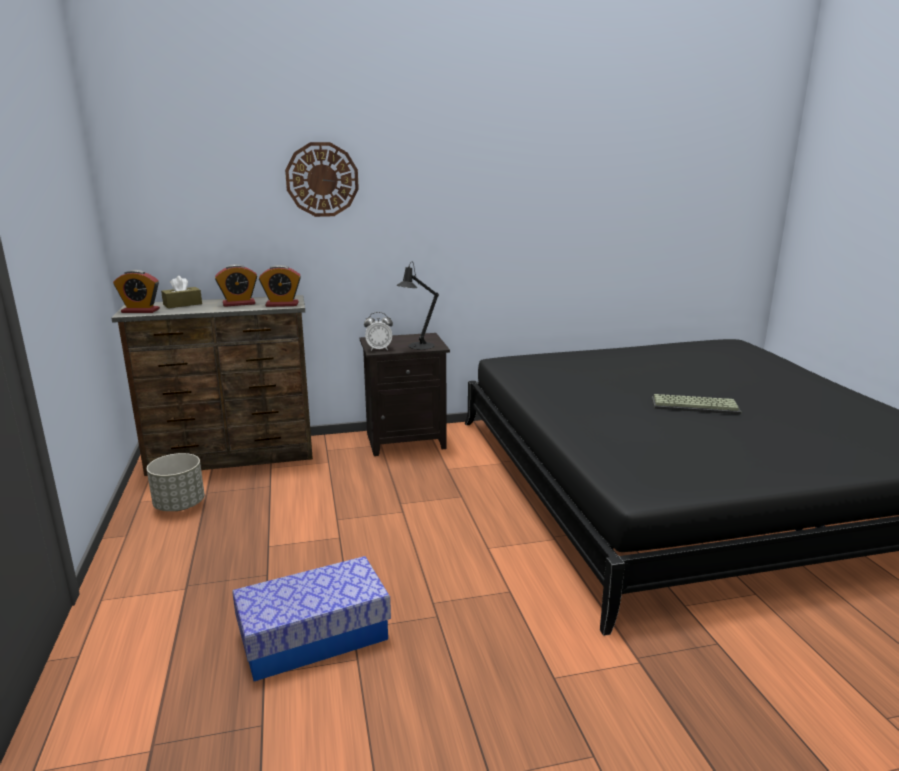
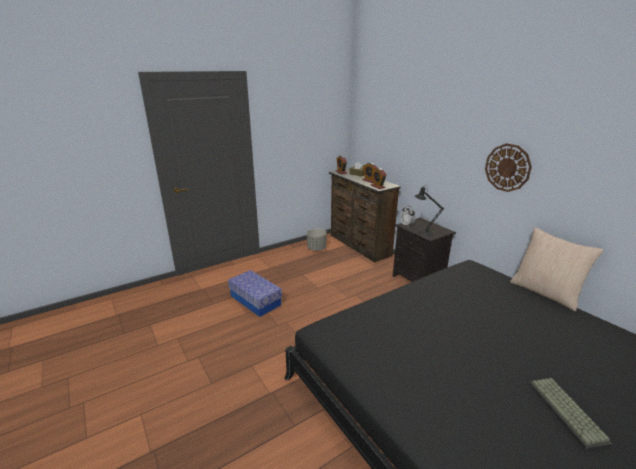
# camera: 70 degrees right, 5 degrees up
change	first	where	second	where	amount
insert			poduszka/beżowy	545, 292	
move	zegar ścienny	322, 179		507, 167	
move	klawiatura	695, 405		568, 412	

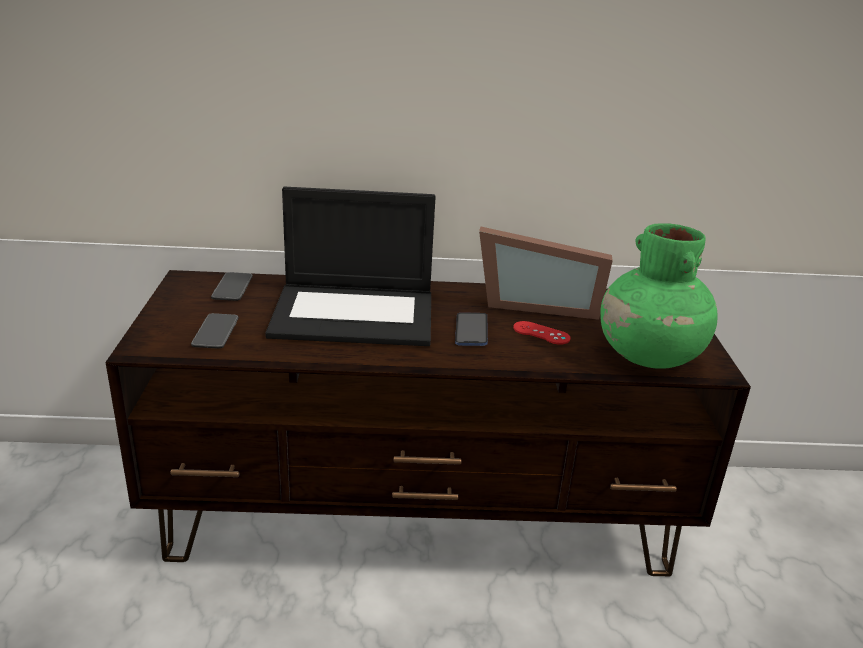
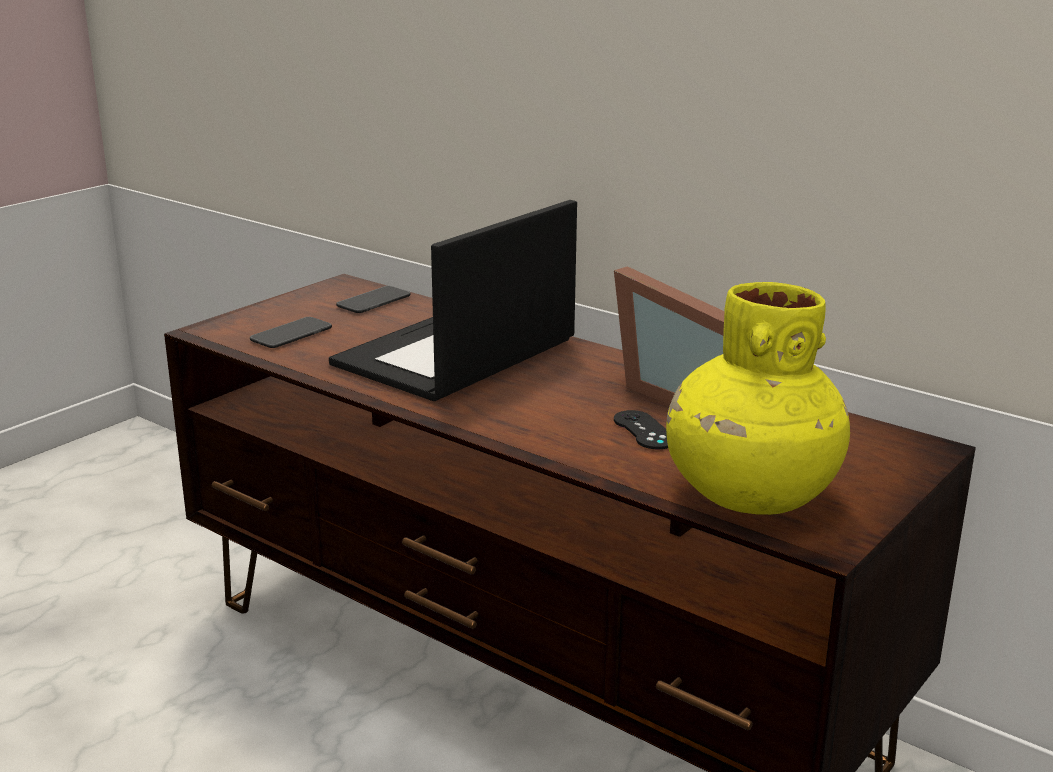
# camera: 40 degrees right, 5 degrees down
change	first	where	second	where	amount
delete	telefon	471, 331			
recolor	pad do gier/czerwony	541, 333	pad do gier/czarny	644, 430	
recolor	wazon/zielony	649, 356	wazon/żółty	749, 496	
rotate	laptop	355, 314		455, 354	90 degrees clockwise

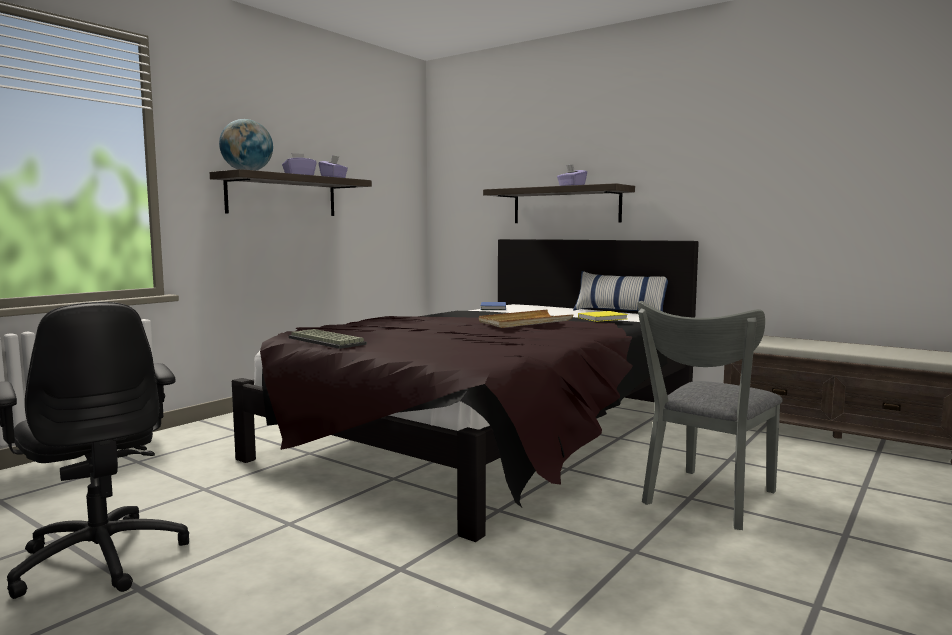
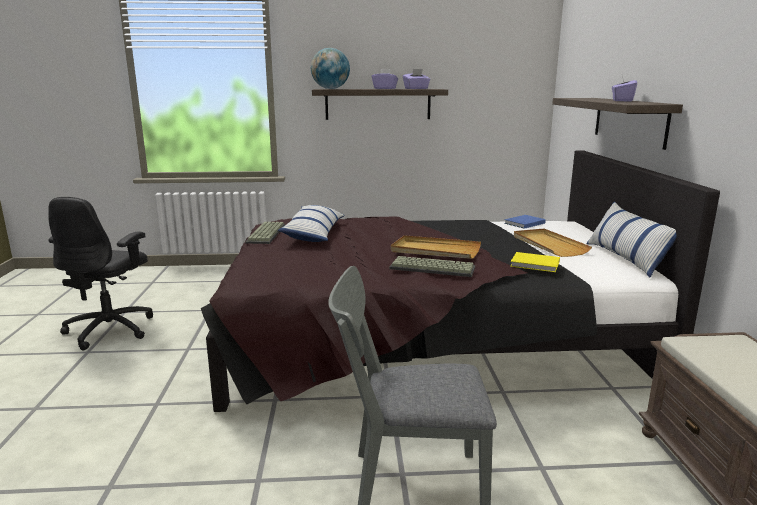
# camera: 50 degrees right, 10 degrees up
change	first	where	second	where	amount
insert			poduszka	314, 233	
insert			klawiatura	431, 268	
insert			taca/beżowy	548, 245	

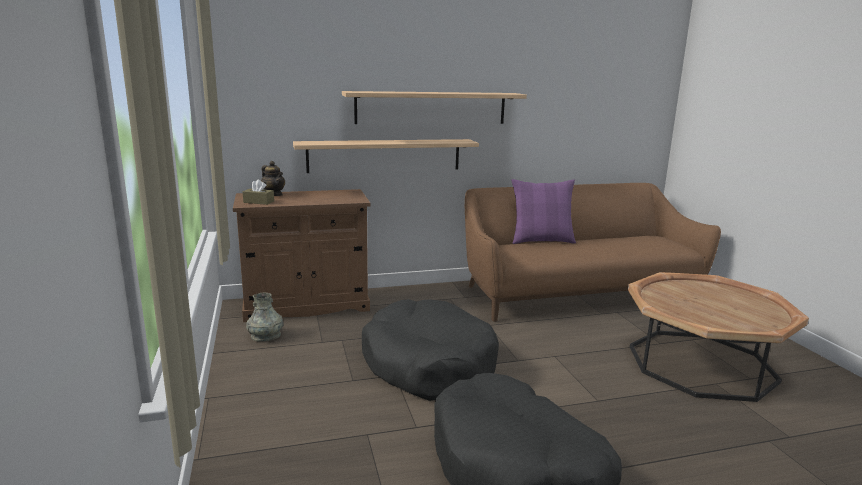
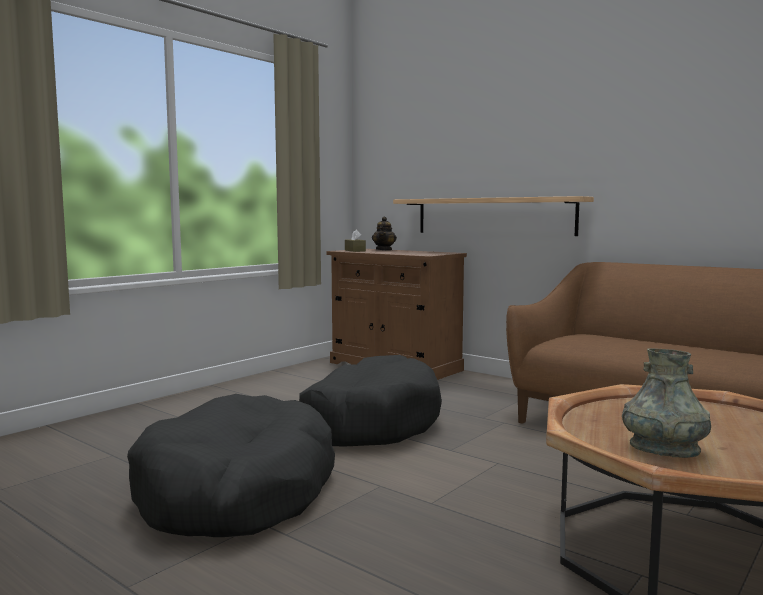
# camera: 55 degrees right, 10 degrees down
change	first	where	second	where	amount
delete	półka	431, 108			
delete	poduszka/fioletowy	541, 241			
move	wazon/szary	266, 336		664, 449	

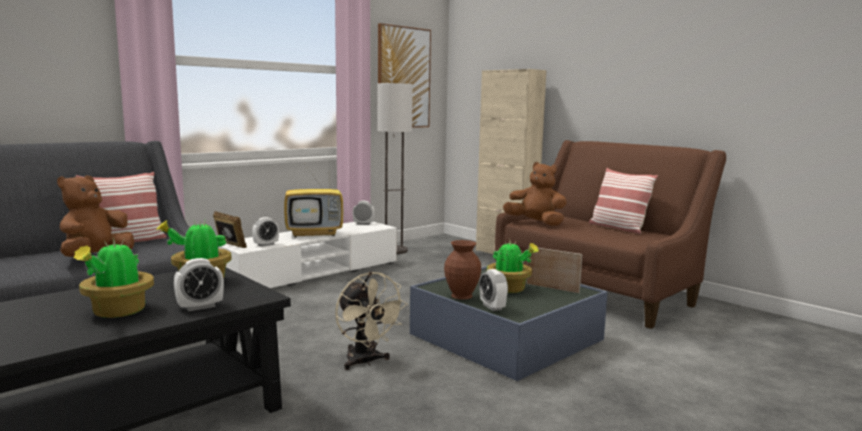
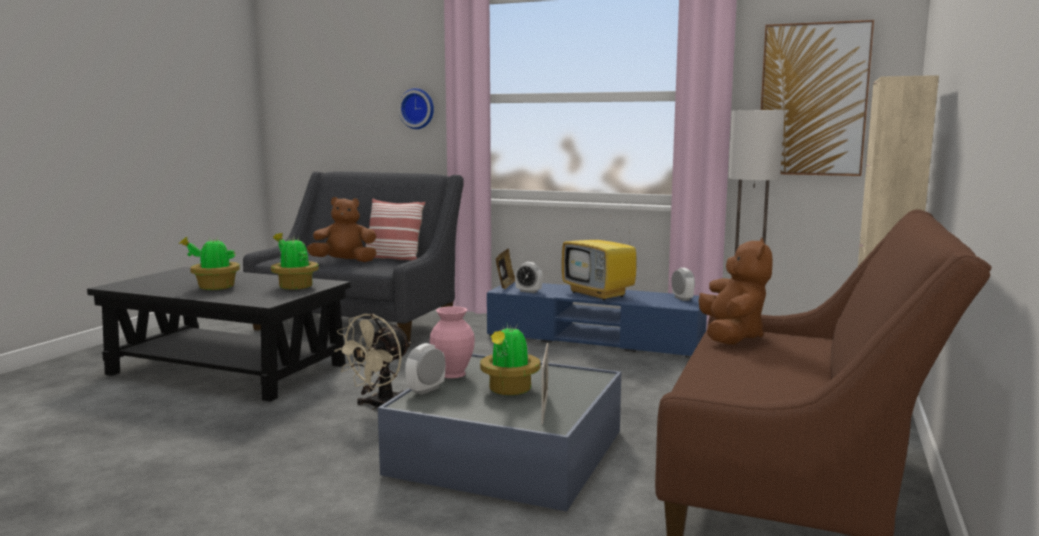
# camera: 65 degrees right, 0 degrees up
change	first	where	second	where	amount
delete	budzik	200, 307			
delete	poduszka	618, 228			
insert			zegar ścienny	417, 108	
recolor	szafka pod telewizor/biały	312, 272	szafka pod telewizor/niebieski	594, 339	
recolor	wazon/brązowy	462, 296	wazon/różowy	453, 374	

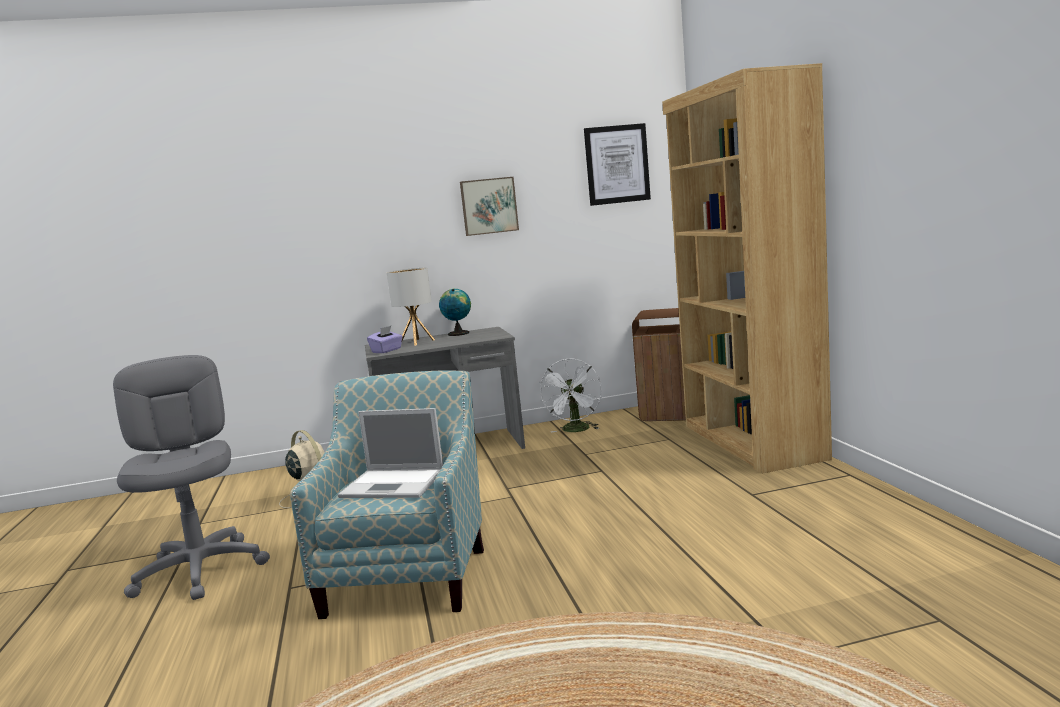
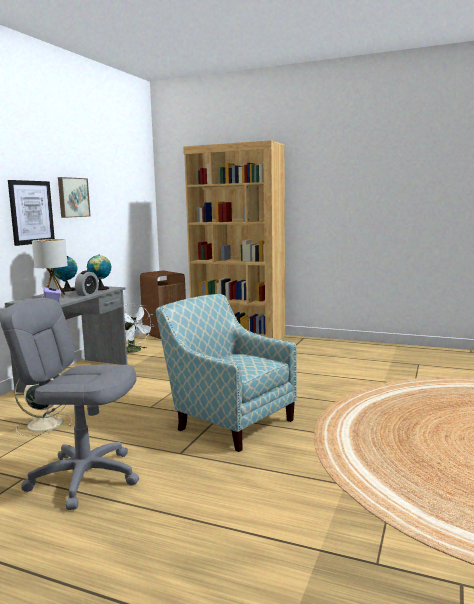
# camera: 55 degrees left, 0 degrees up
change	first	where	second	where	amount
delete	laptop	394, 484			
insert			budzik	87, 294	
insert			globus	100, 289	
move	obraz	617, 164		31, 212	

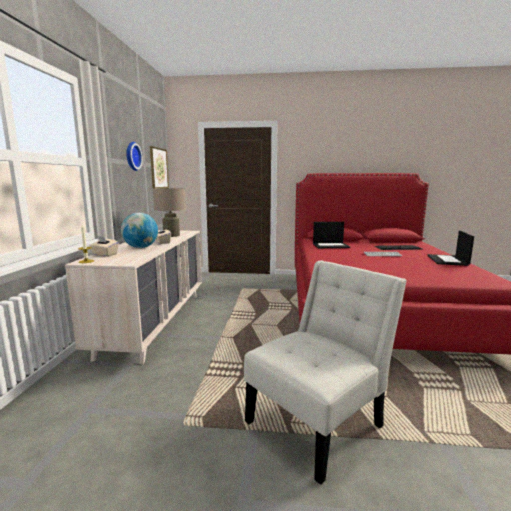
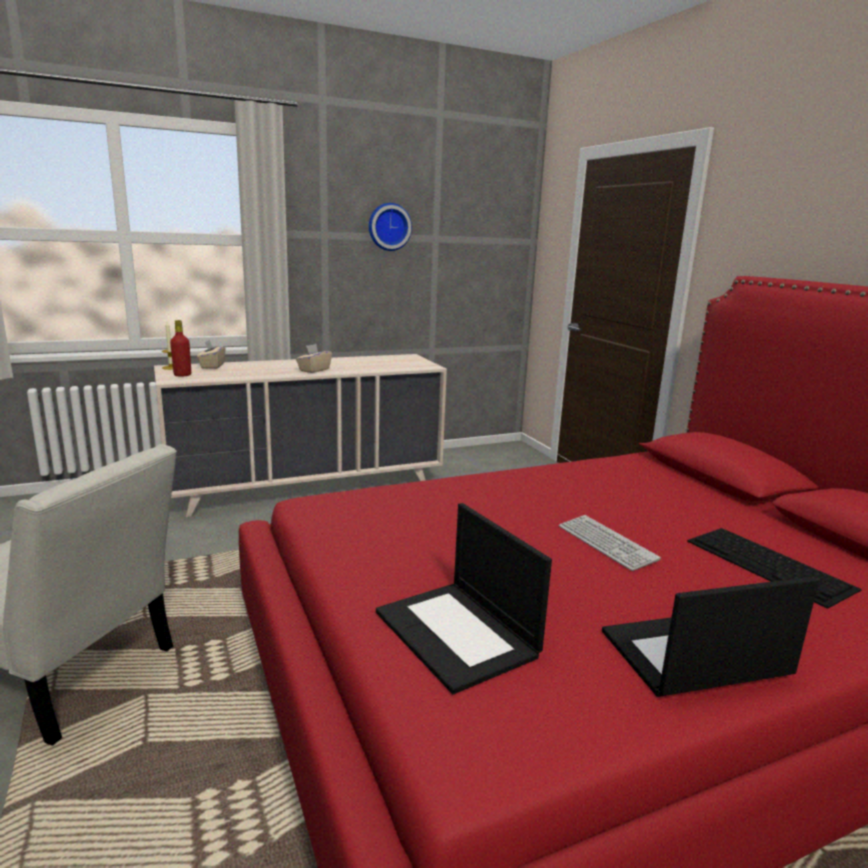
# camera: 60 degrees right, 5 degrees up
change	first	where	second	where	amount
delete	globus	141, 247			
delete	obraz	158, 168			
delete	lampa stołowa/beżowy	171, 235			
insert			butelka/czerwony	182, 375	
move	laptop	331, 245		458, 634	

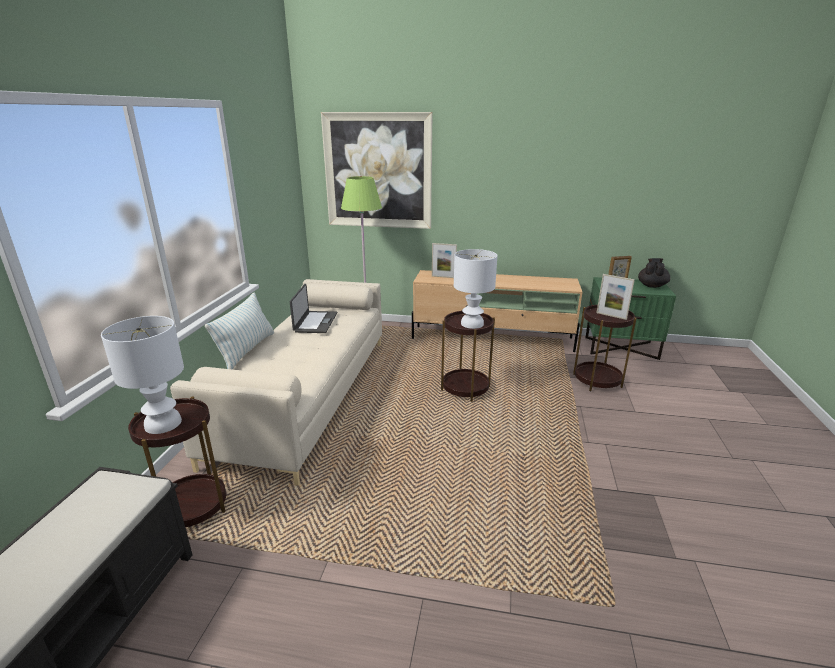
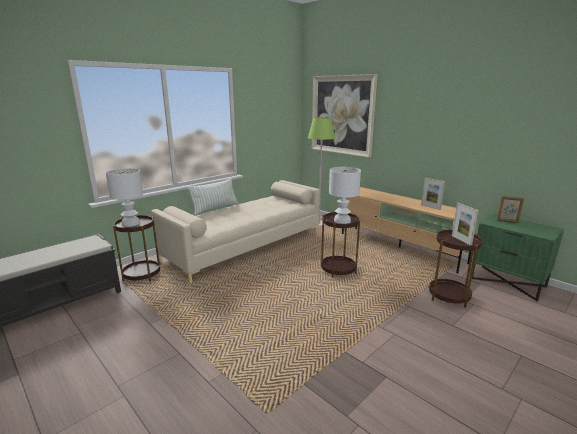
# camera: 35 degrees right, 5 degrees down
change	first	where	second	where	amount
delete	laptop	315, 322			
delete	imbryk/czarny	652, 286			
move	ramka na zdjęcie	443, 277		430, 207	

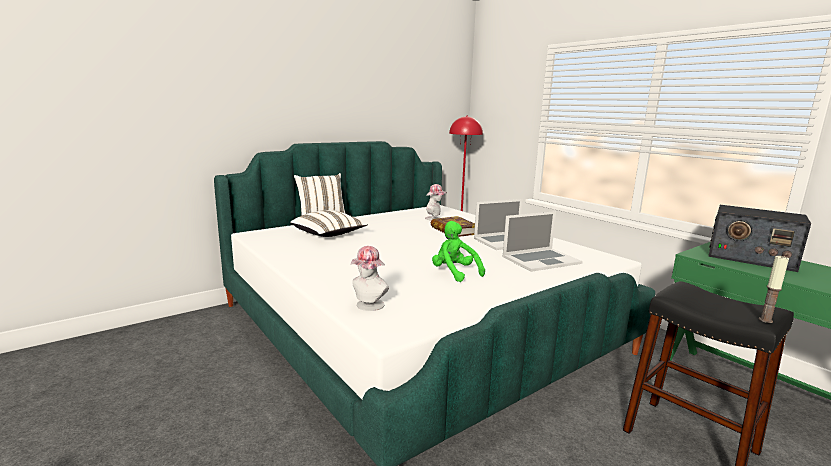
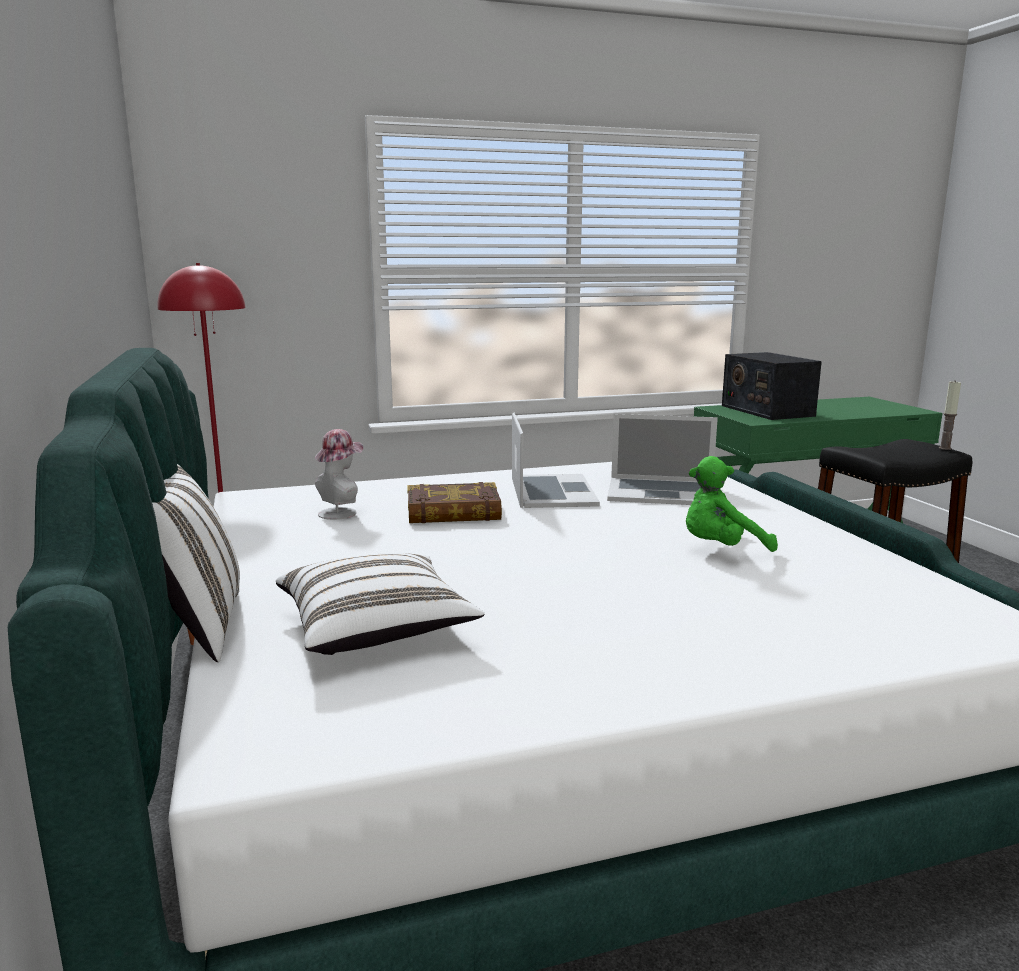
# camera: 70 degrees left, 0 degrees up
change	first	where	second	where	amount
delete	kapelusz	368, 306			
rotate	laptop	541, 260		661, 492	105 degrees clockwise
rotate	radio	750, 258		766, 410	105 degrees clockwise

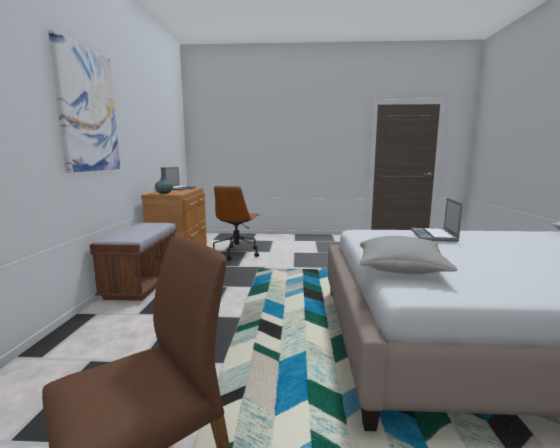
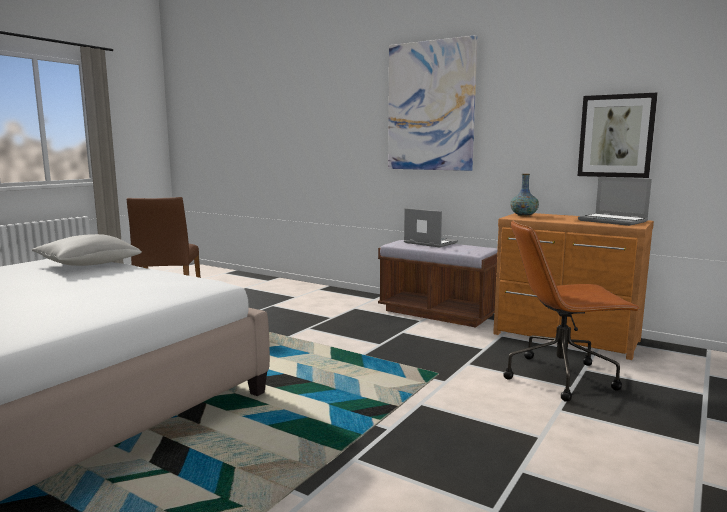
# camera: 120 degrees right, 0 degrees up
change	first	where	second	where	amount
insert			obraz	616, 136	
move	laptop	434, 236		429, 243	
rotate	krzesło biurowe/brązowy	237, 253		561, 377	45 degrees counterclockwise

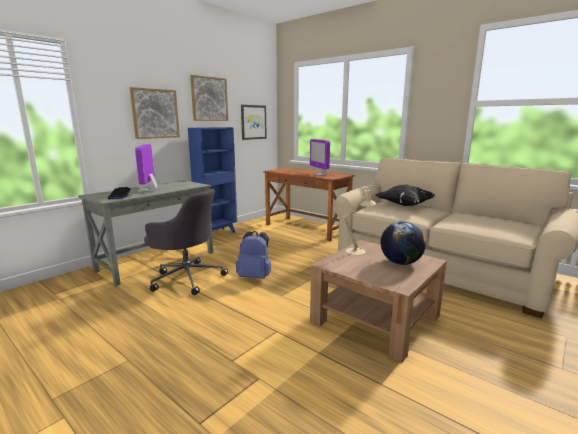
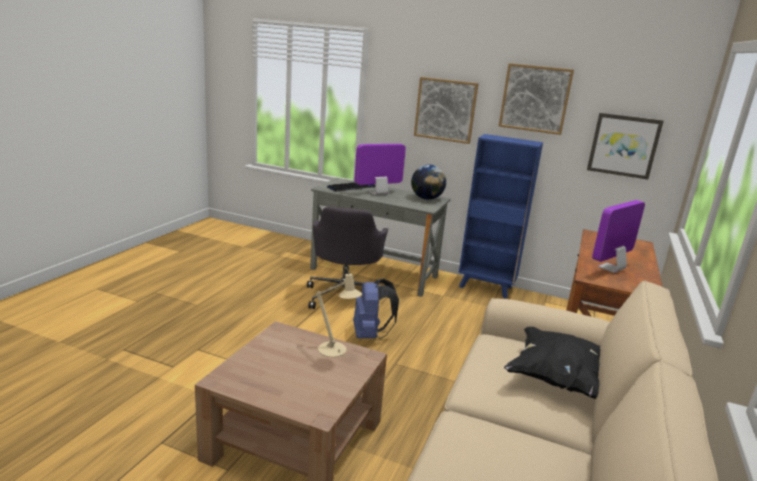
# camera: 70 degrees right, 5 degrees up
change	first	where	second	where	amount
move	globus	400, 262		426, 198	

